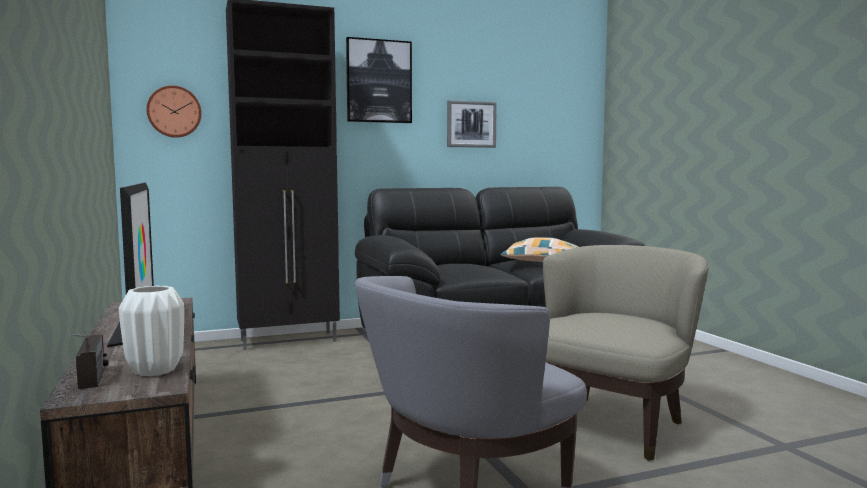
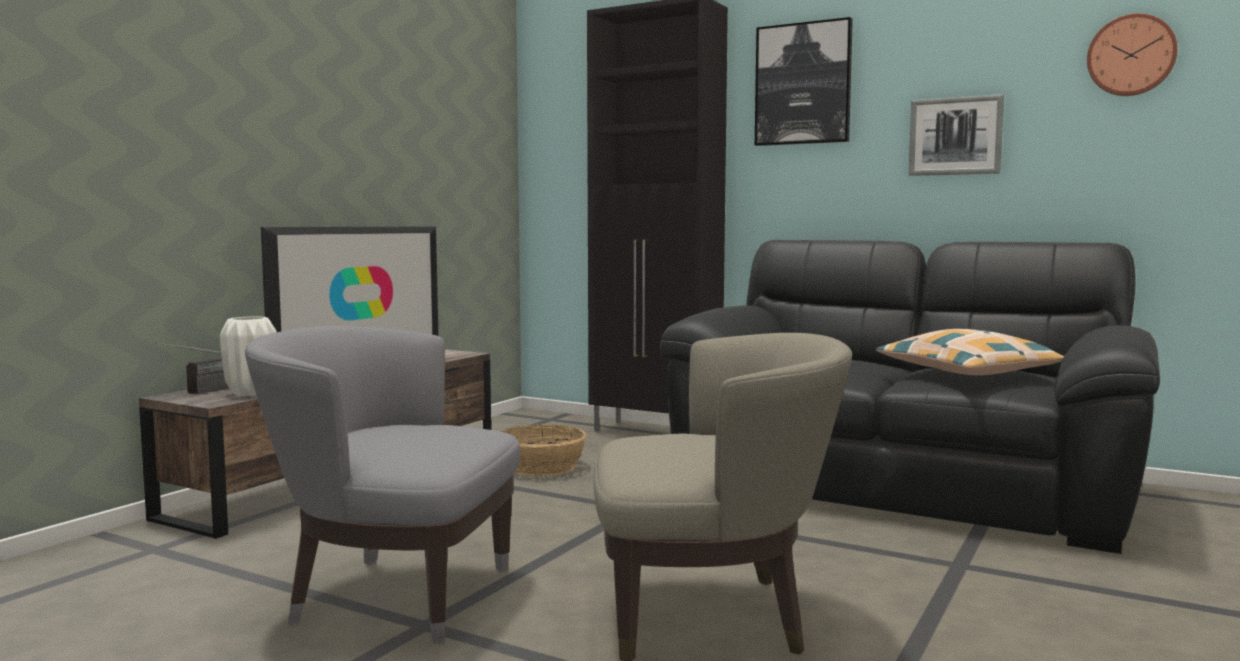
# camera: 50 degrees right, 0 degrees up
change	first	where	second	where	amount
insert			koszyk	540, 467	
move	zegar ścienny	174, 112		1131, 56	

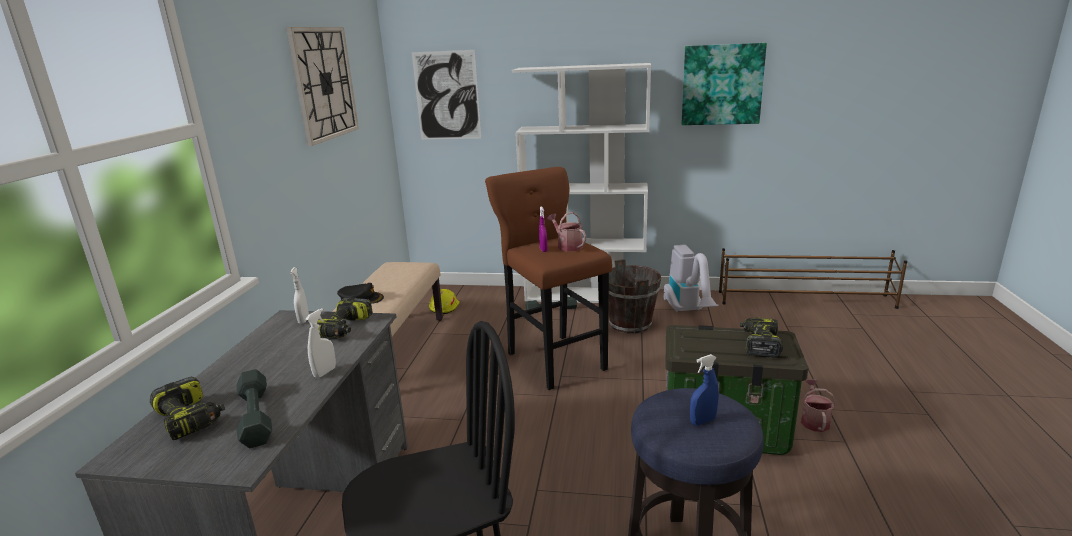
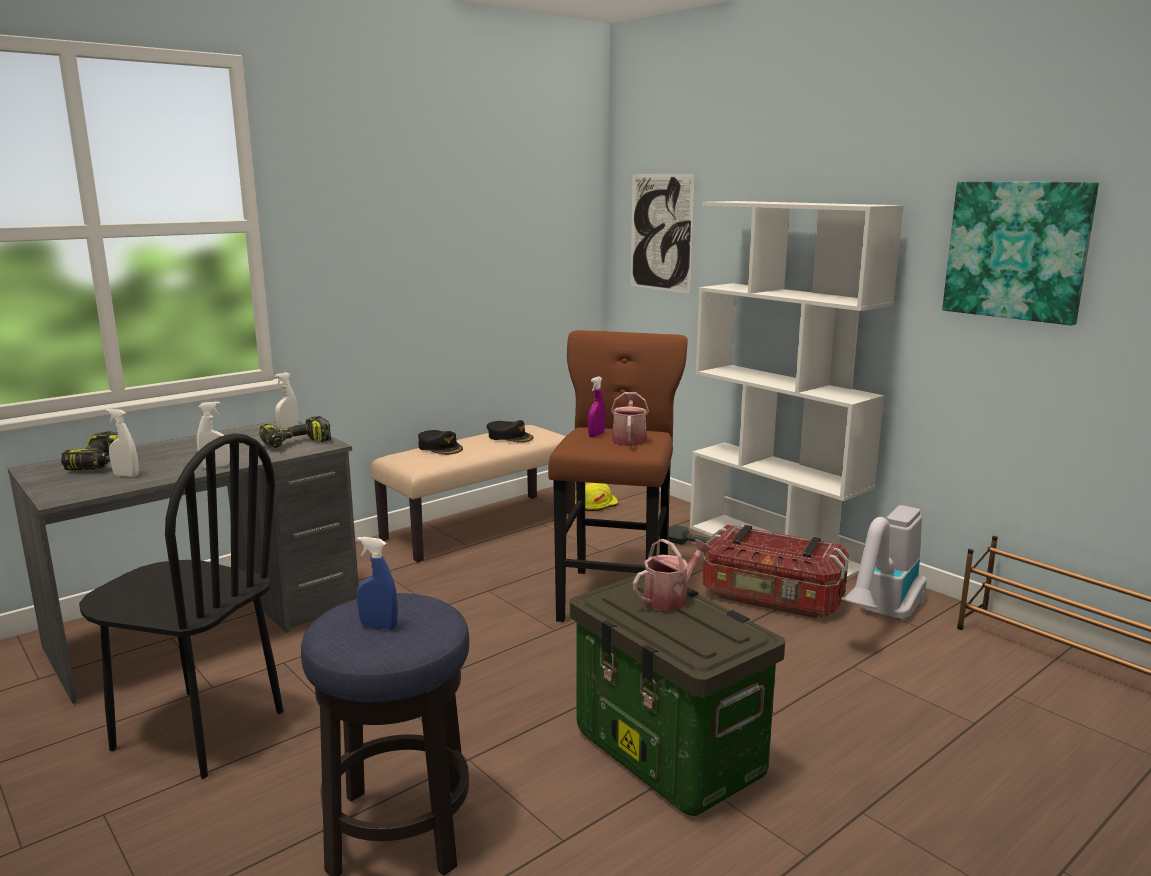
# camera: 40 degrees right, 5 degrees down
change	first	where	second	where	amount
delete	zegar ścienny	324, 83			
delete	wiertarka	759, 343			
insert			czapka z daszkiem/czarny	510, 437	
move	konewka	814, 420		670, 598	
replace	hantel/szary	255, 416	spryskiwacz/biały	126, 475	
replace	wiadro/brązowy	630, 324	pojemnik do przechowywania	771, 599	

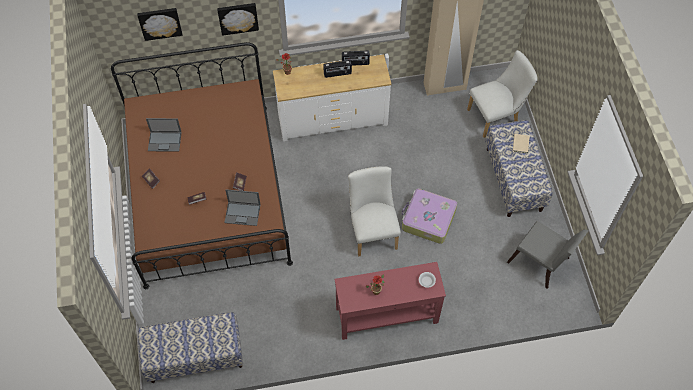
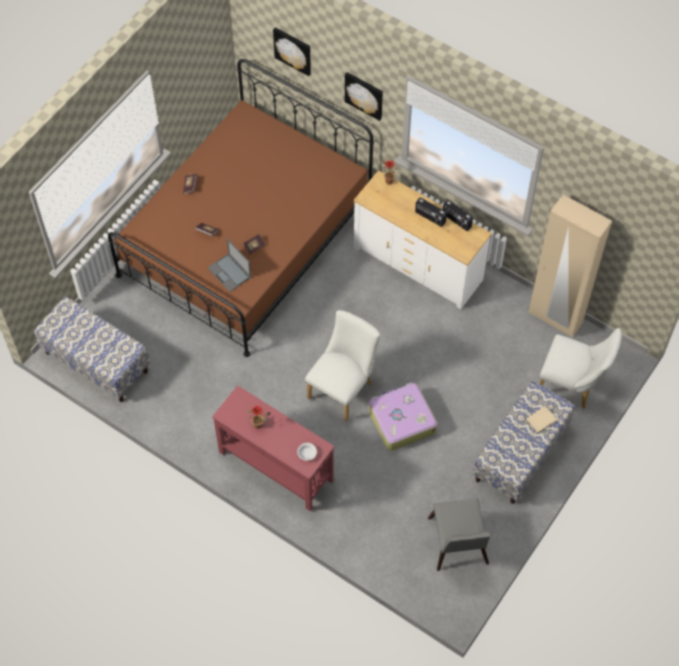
# camera: 45 degrees right, 0 degrees up
change	first	where	second	where	amount
delete	laptop	165, 141			

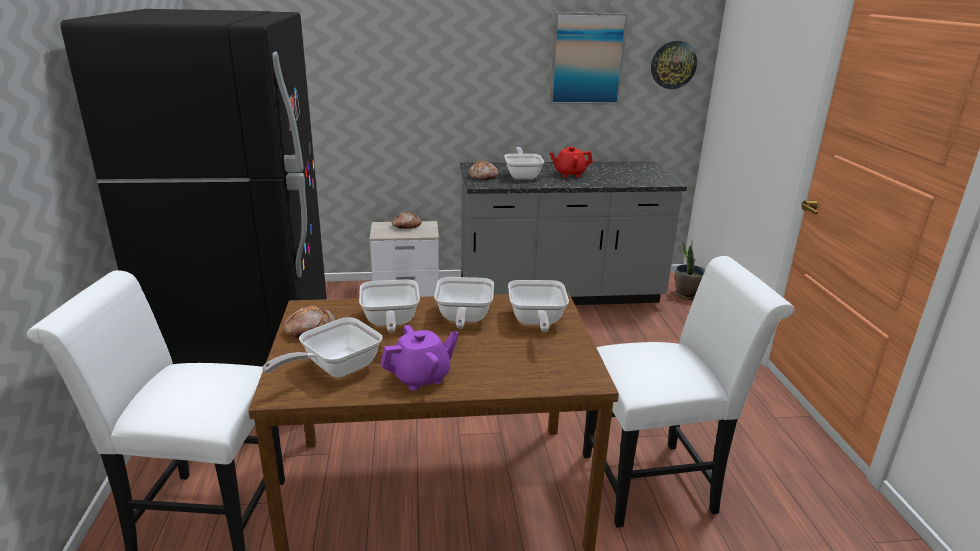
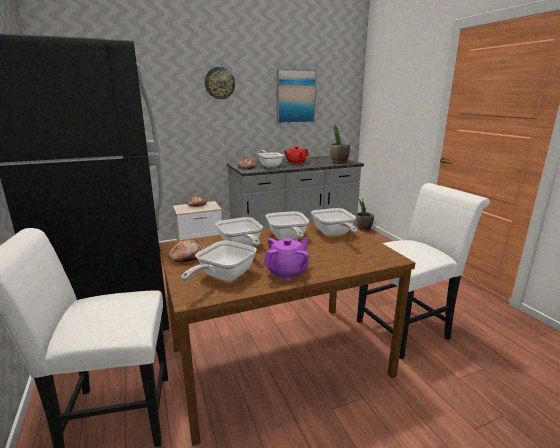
# camera: 15 degrees left, 5 degrees down
change	first	where	second	where	amount
insert			roślina doniczkowa	339, 162	
move	zegar ścienny	673, 65		219, 83	

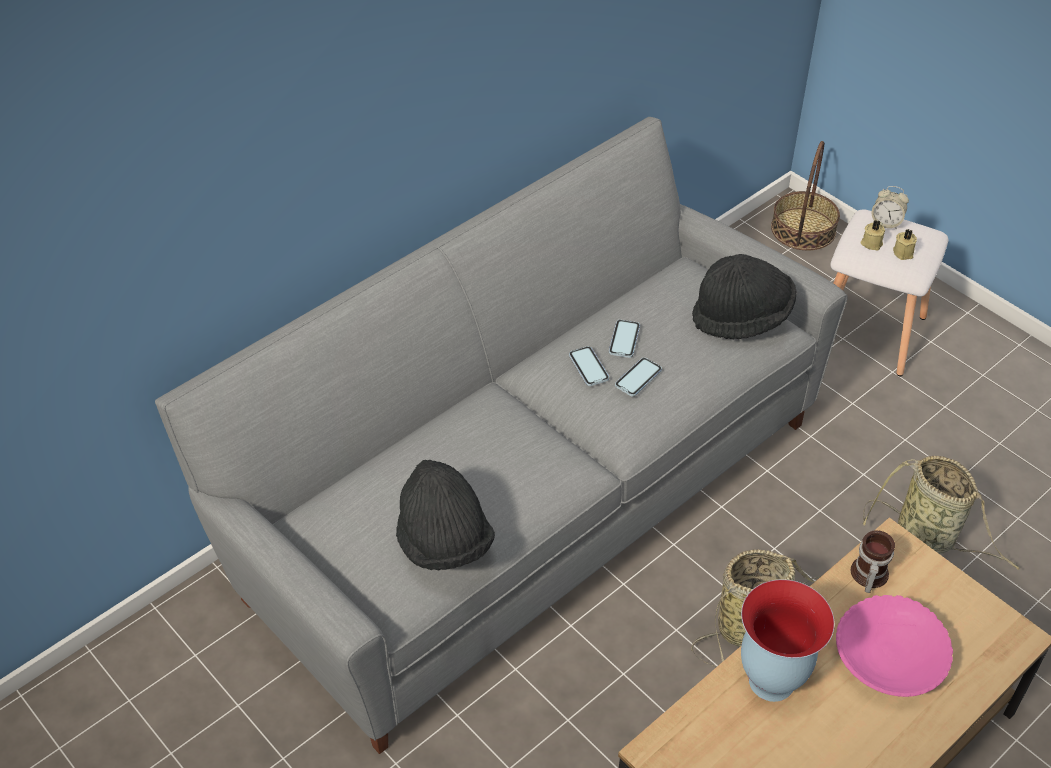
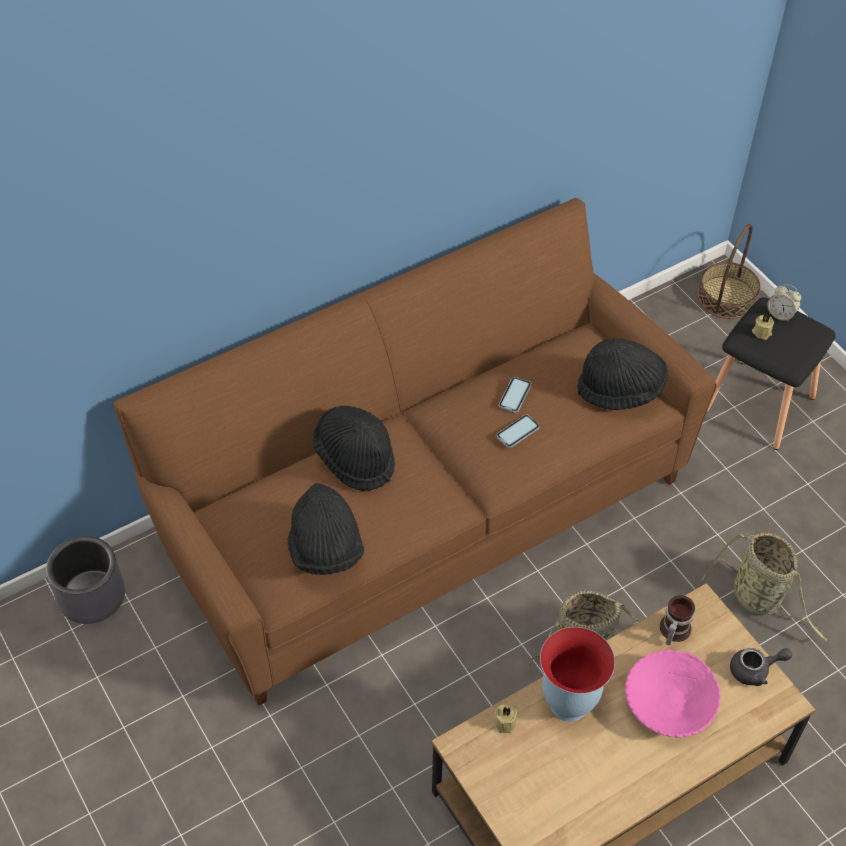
# camera: 10 degrees right, 5 degrees up
change	first	where	second	where	amount
delete	telefon	588, 367			
insert			donica/szary	92, 596	
insert			kapelusz/czarny	355, 458	
insert			imbryk/szary	755, 670	
move	świeca/beżowy	904, 252		506, 722	
recolor	kanapa/szary	525, 498	kanapa/brązowy	422, 510	
recolor	stołek/biały	870, 331	stołek/czarny	761, 404	

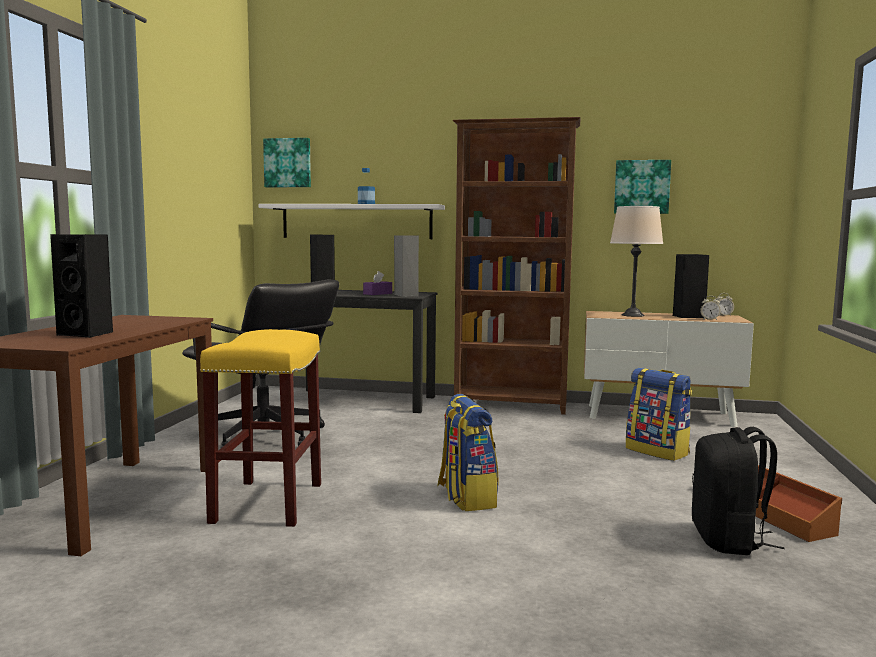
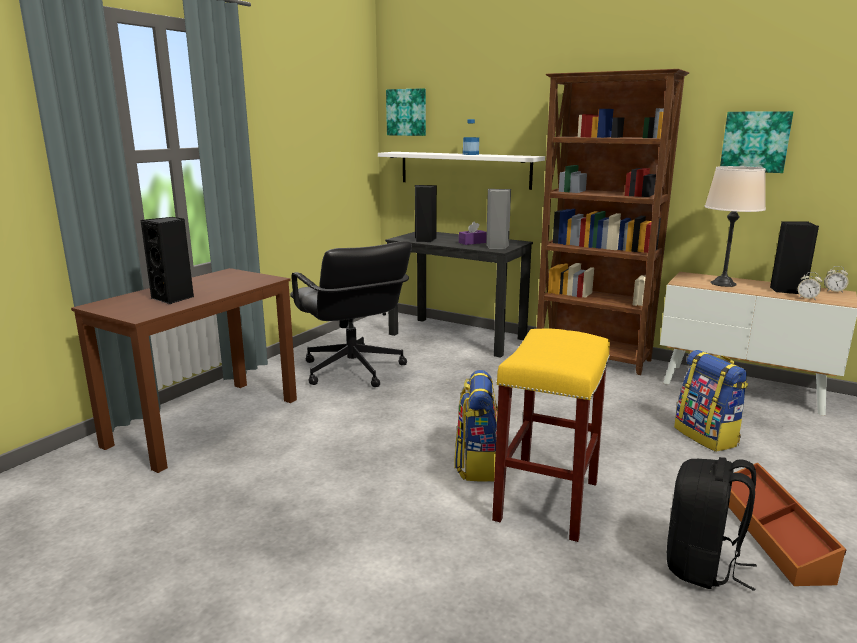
# camera: 20 degrees right, 10 degrees up
change	first	where	second	where	amount
move	stołek/żółty	268, 503		547, 502	

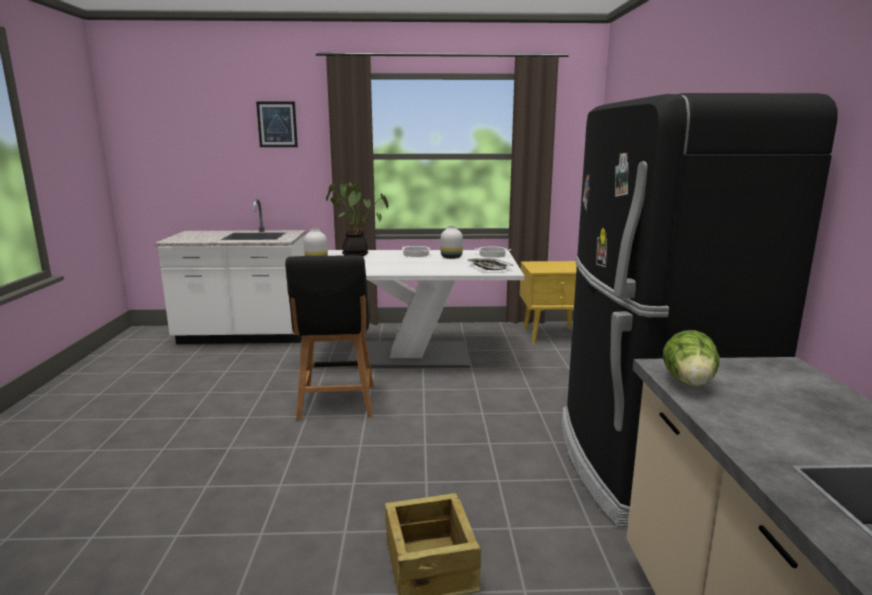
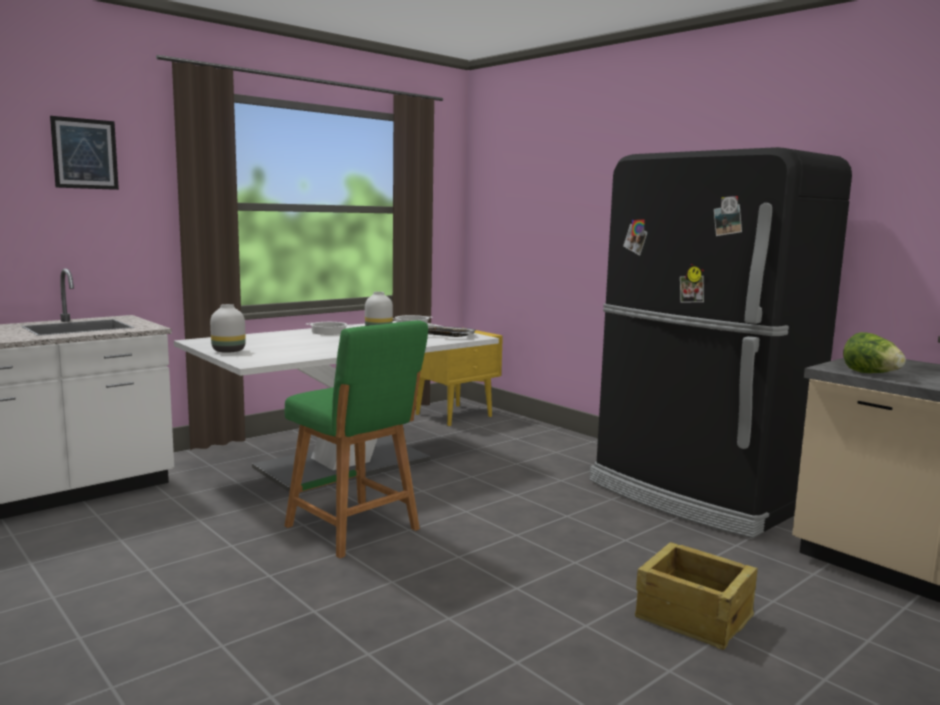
# camera: 40 degrees left, 5 degrees down
change	first	where	second	where	amount
delete	roślina doniczkowa	357, 254			
recolor	stołek/czarny	336, 404	stołek/zielony	356, 530	

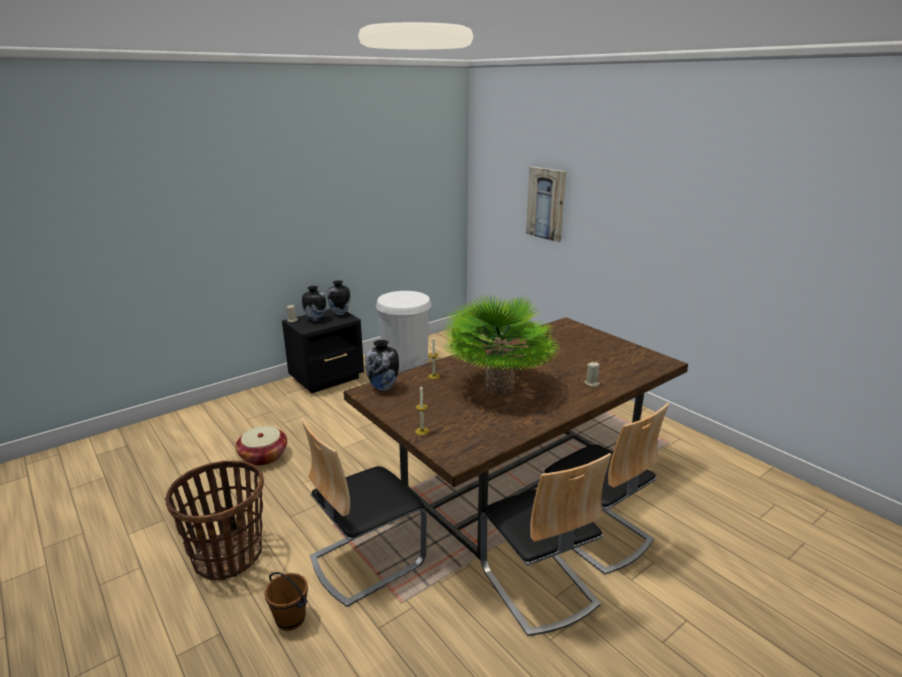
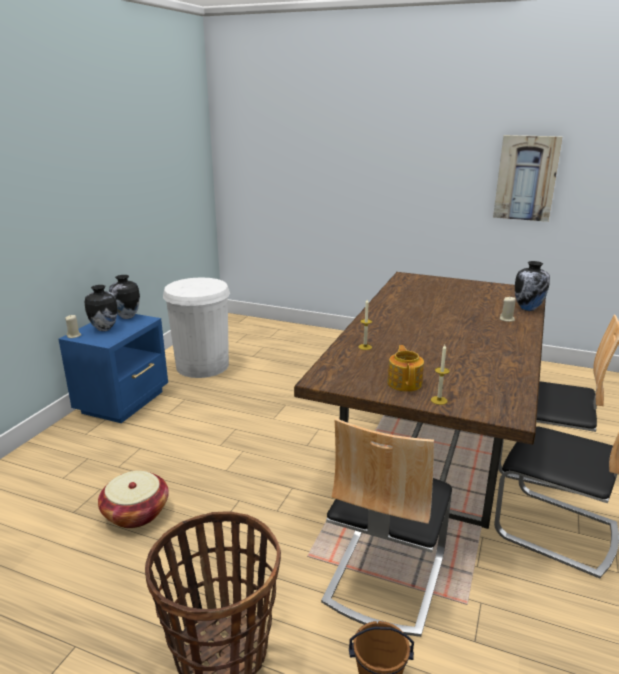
# camera: 30 degrees left, 0 degrees up
change	first	where	second	where	amount
delete	roślina doniczkowa	499, 387			
insert			imbryk	405, 383	
move	wazon	383, 388		528, 308	
move	obraz	546, 203		526, 178	
recolor	szafka nocna/czarny	328, 378	szafka nocna/niebieski	124, 402	

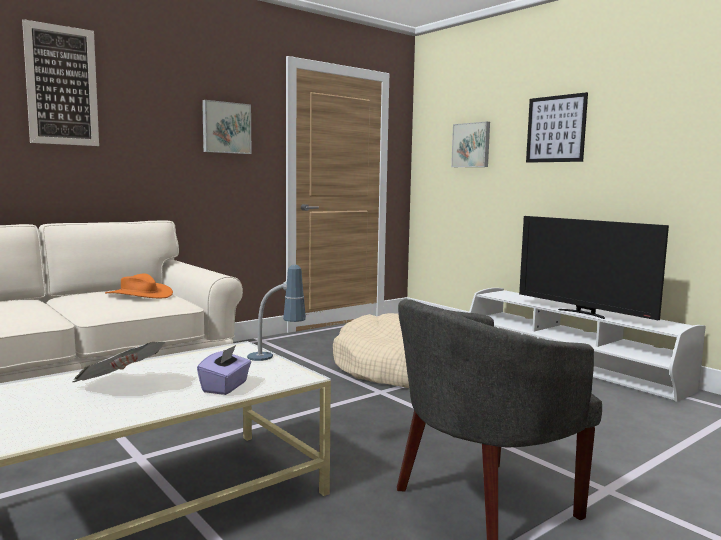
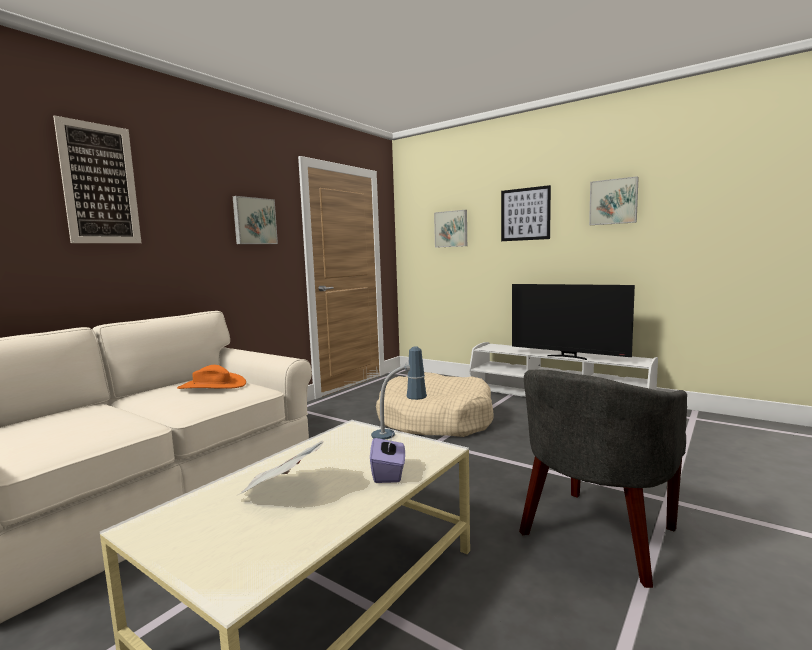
# camera: 15 degrees left, 0 degrees up
change	first	where	second	where	amount
insert			obraz	613, 202	

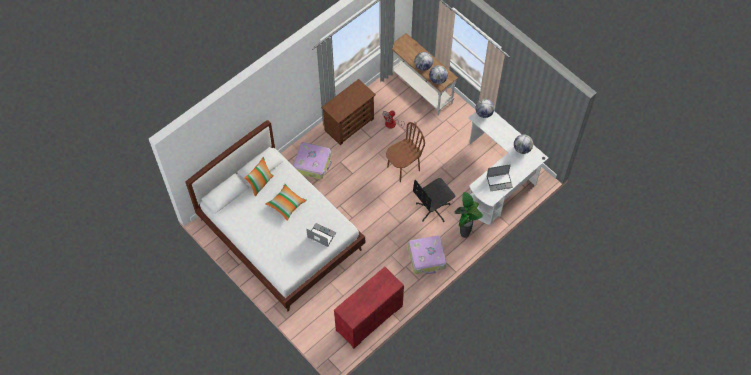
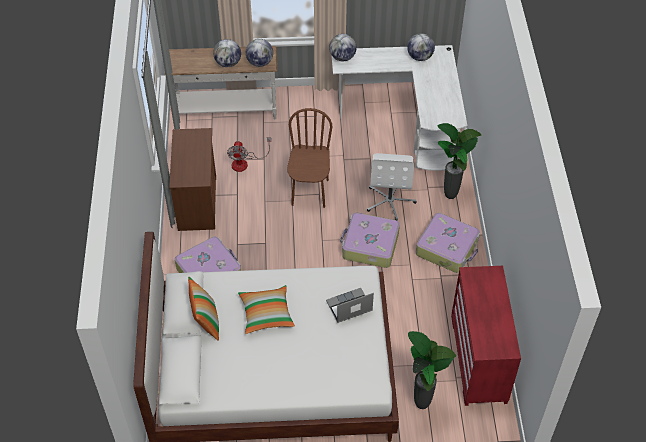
# camera: 50 degrees left, 10 degrees down
change	first	where	second	where	amount
delete	laptop	499, 182			
insert			walizka	369, 245	
insert			roślina doniczkowa	421, 403	
recolor	krzesło biurowe/czarny	433, 209	krzesło biurowe/biały	390, 201	

